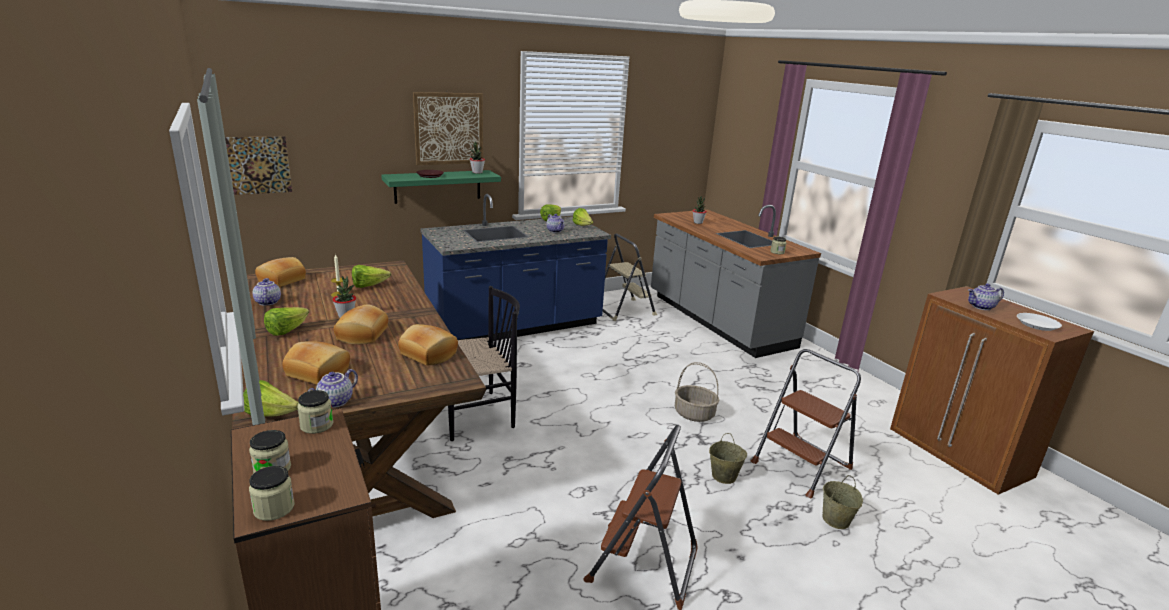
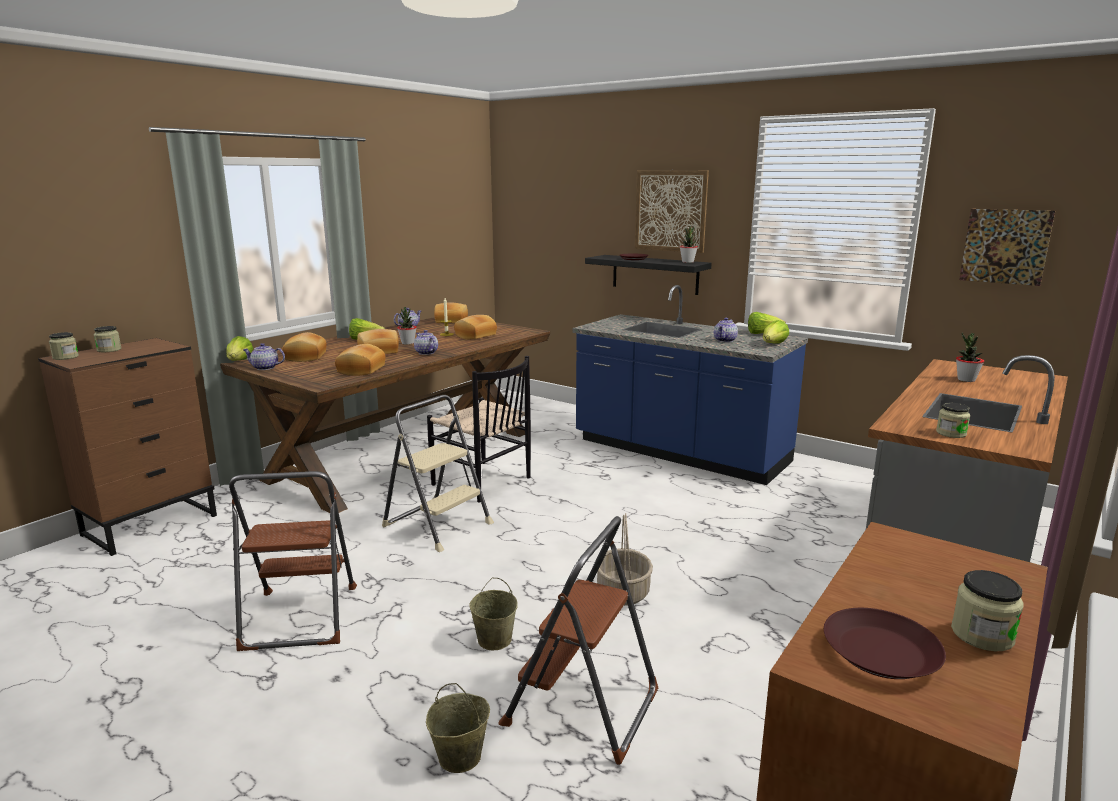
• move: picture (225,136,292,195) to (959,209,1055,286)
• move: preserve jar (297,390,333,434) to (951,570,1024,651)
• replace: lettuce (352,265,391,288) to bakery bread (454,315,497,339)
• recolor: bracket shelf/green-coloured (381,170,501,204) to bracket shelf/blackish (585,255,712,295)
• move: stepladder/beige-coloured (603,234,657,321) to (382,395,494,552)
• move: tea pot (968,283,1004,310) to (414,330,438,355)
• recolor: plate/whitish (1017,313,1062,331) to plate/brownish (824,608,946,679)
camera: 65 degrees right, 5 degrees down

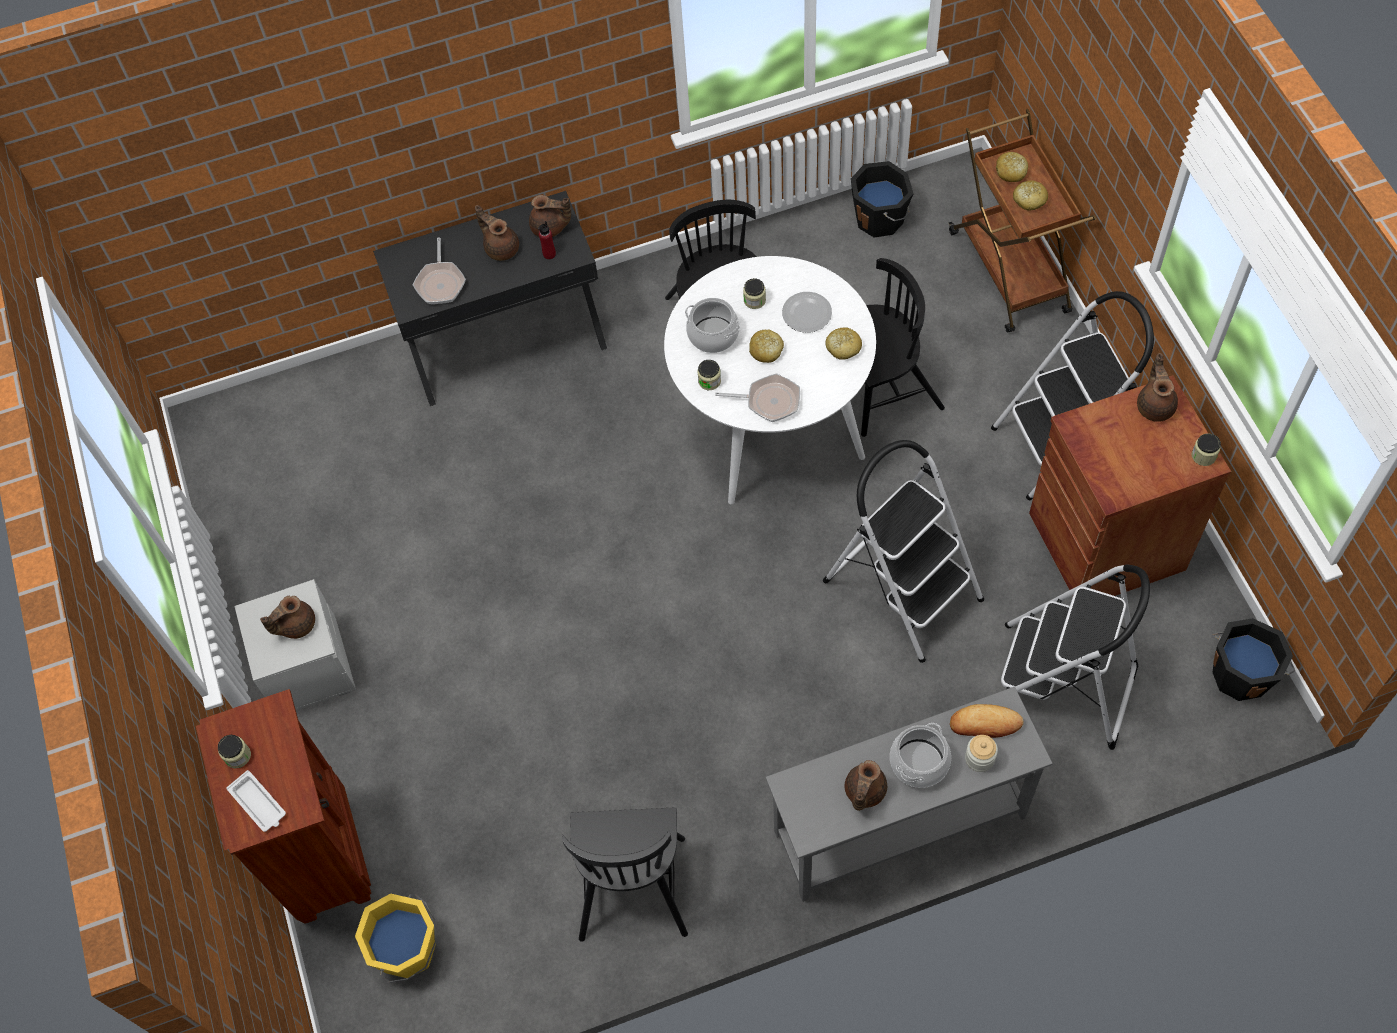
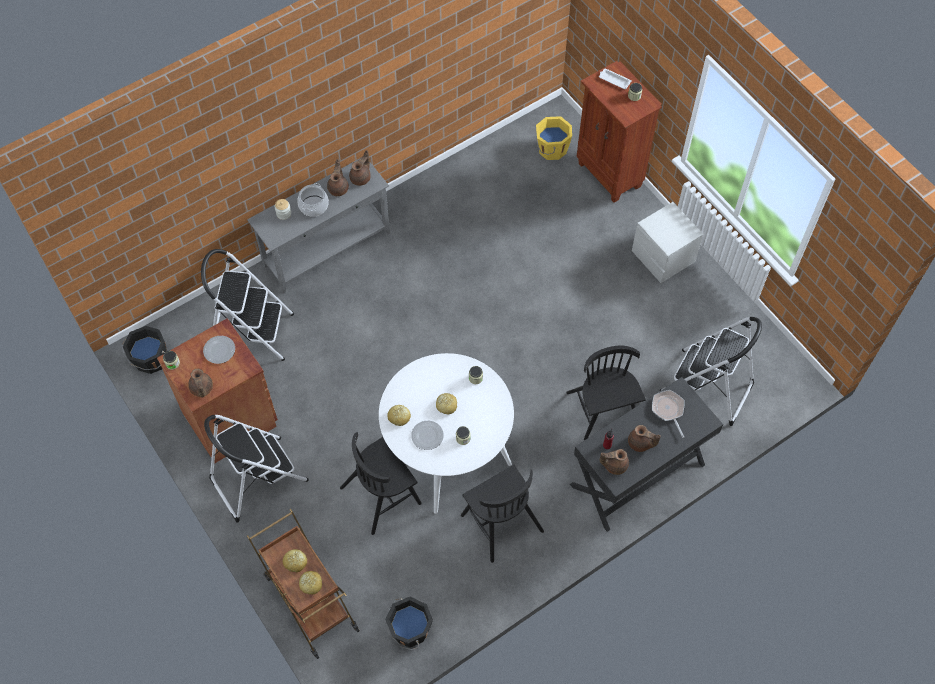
• move: tea pot/brownish (260,596,315,639) to (349,150,371,186)
• move: plain chair/blackish (562,807,688,942) to (566,346,646,440)
• delete: saucepot (685,298,740,353)
• delete: skillet (715,373,800,422)
• move: stepladder (823,440,984,663) to (660,317,762,426)
• delete: bakery bread (950,704,1024,738)
• insert: plate (203,336,235,364)
camera: 160 degrees right, 0 degrees up

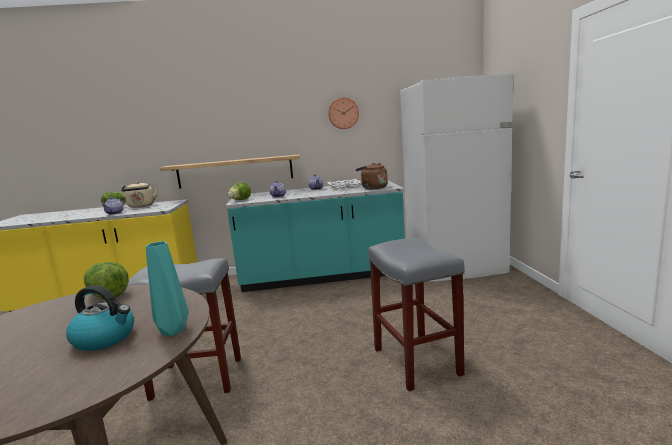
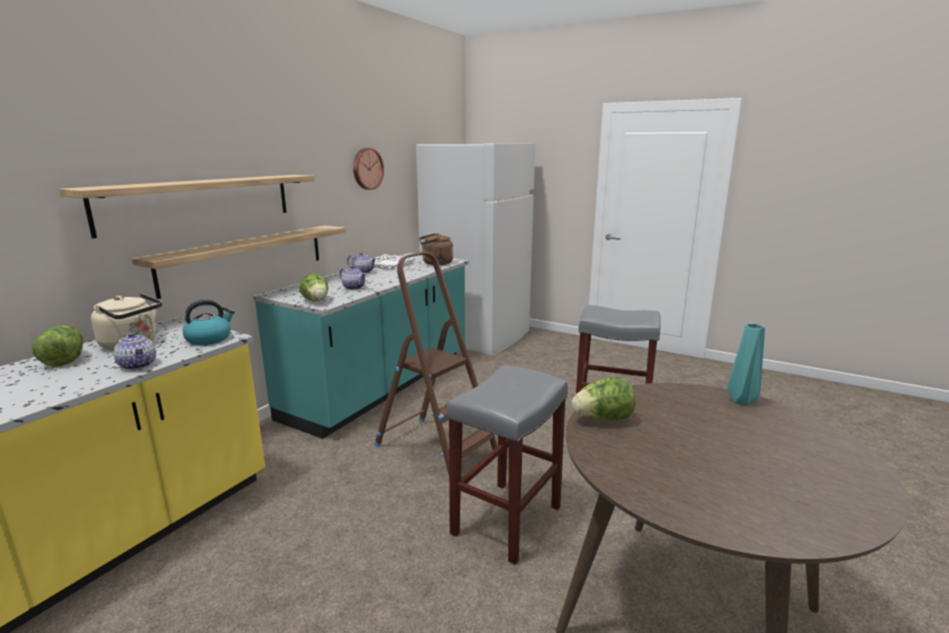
• move: tea kettle (66,285,134,351) to (183,300,235,345)
• insert: bracket shelf (59,175,315,239)
• insert: stepladder/brownish (374,252,498,474)
camera: 55 degrees left, 5 degrees up

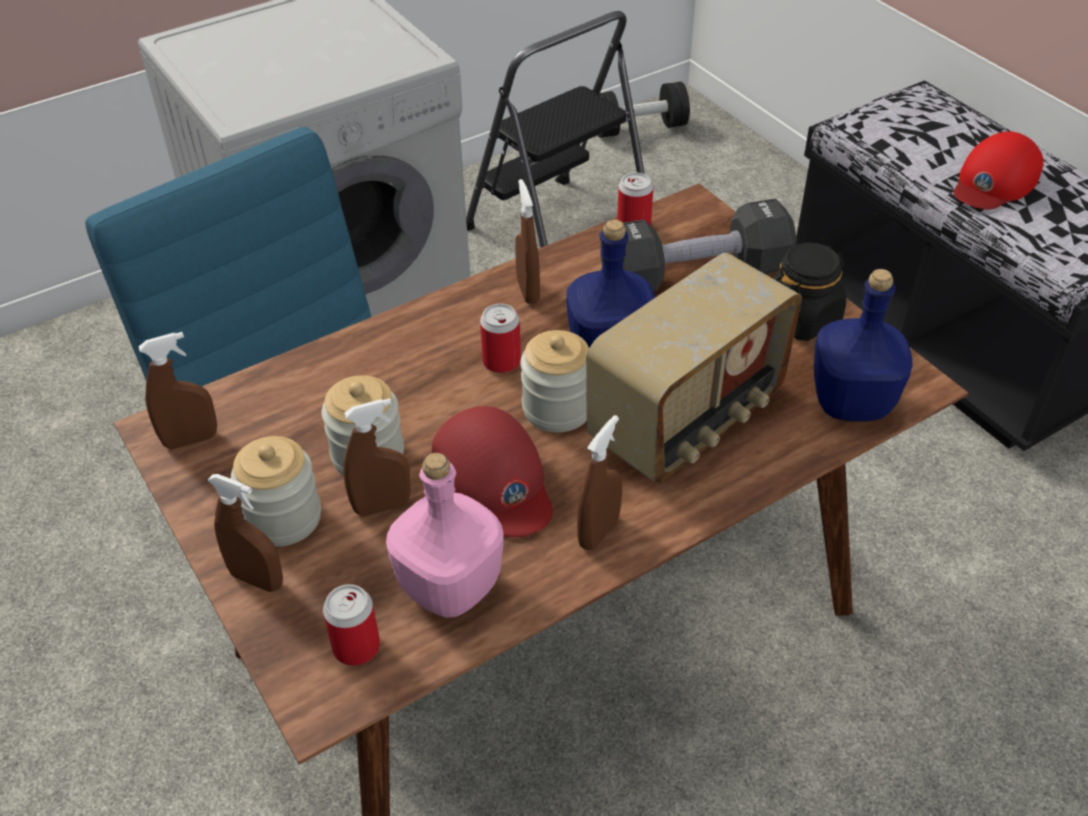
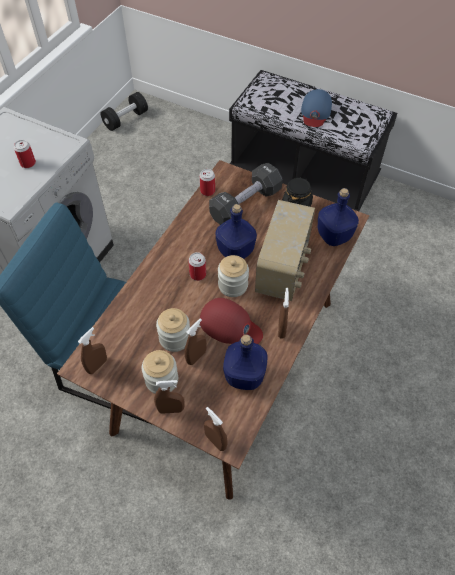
• move: metal can (323,584,380,666) to (14,140,36,168)
• recolor: drink bottle/pink-coloured (386,453,504,618) to drink bottle/bluish (223,334,268,390)
• delete: stepladder/blackish (466,11,645,248)
• move: sprayer/brownish (515,179,540,304) to (204,407,228,451)
• recolor: peaked cap/red-coloured (953,131,1043,210) to peaked cap/bluish (301,89,332,127)
camera: 30 degrees left, 10 degrees up

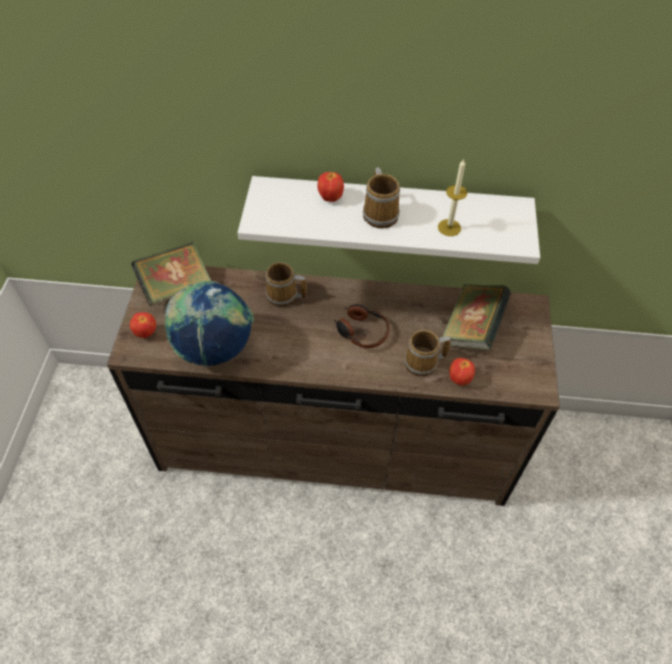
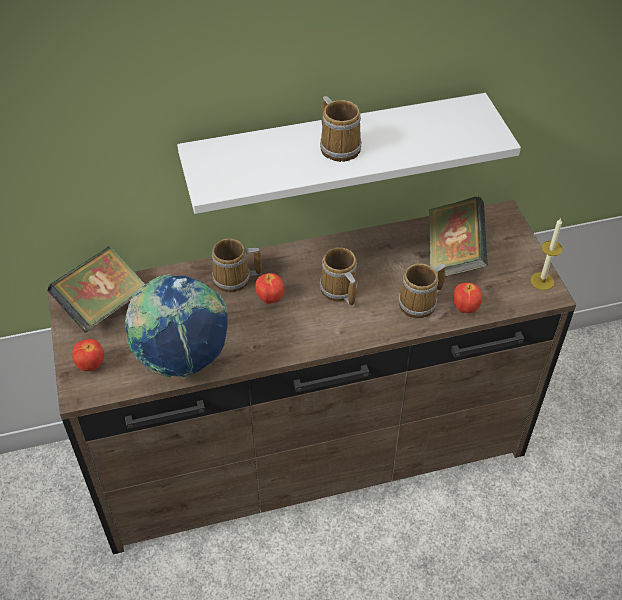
• move: apple (317,172,344,202) to (255,273,284,304)
• replace: headphones (334,304,390,348) to coffee mug (320,247,358,306)
• move: wax light (438,159,467,236) to (530,218,563,290)
camera: 20 degrees left, 5 degrees down

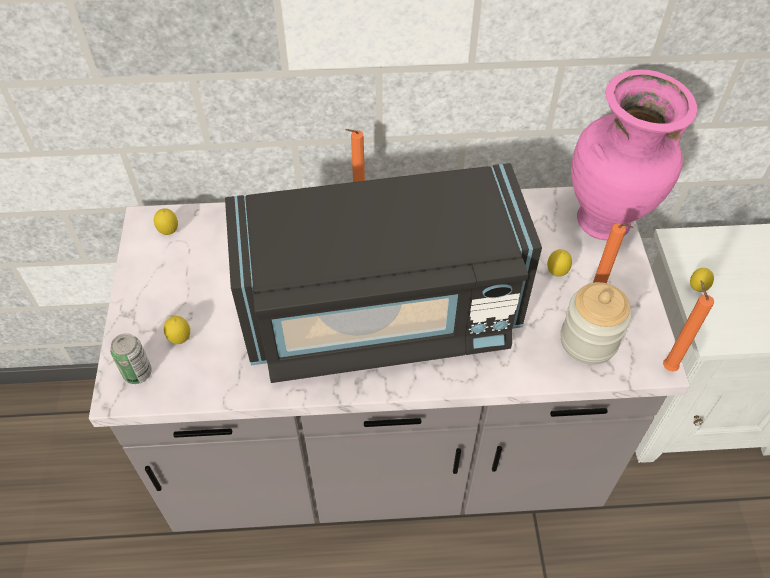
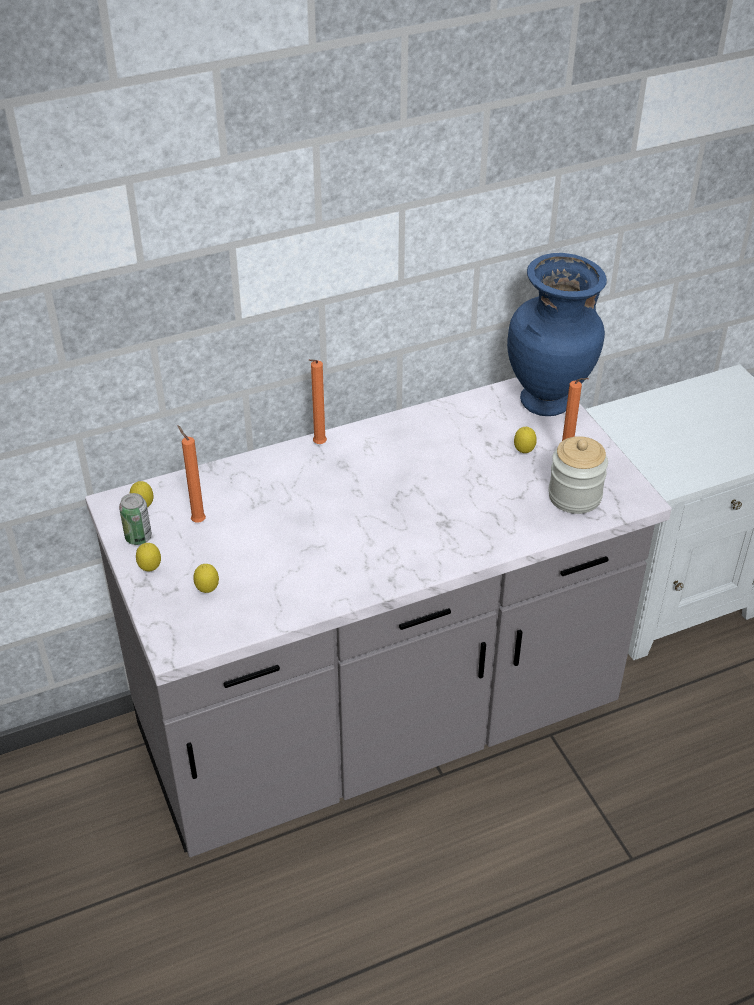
• move: metal can (110,333,152,384) to (119,493,152,545)
• delete: microwave oven/blackish (225,163,542,383)
• recolor: vase/pink-coloured (571,70,697,240) to vase/bluish (507,253,607,416)
• move: wax light/orange-coloured (663,281,714,372) to (178,425,206,523)
• move: lemon (690,268,714,292) to (136,543,161,571)
camera: 20 degrees left, 10 degrees down

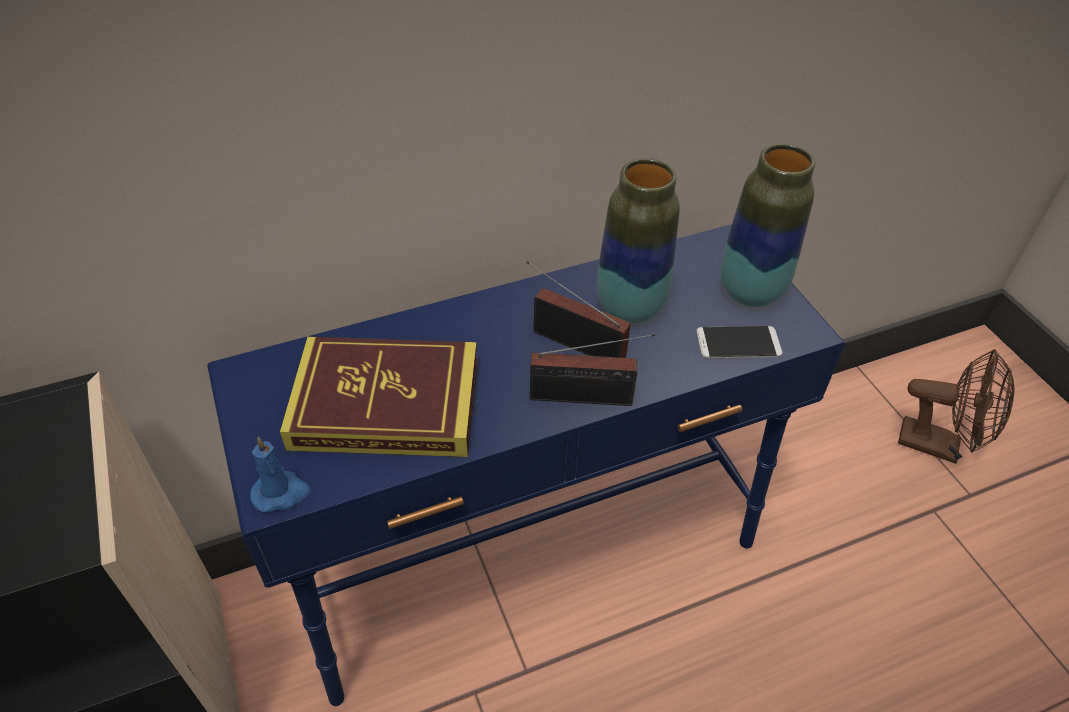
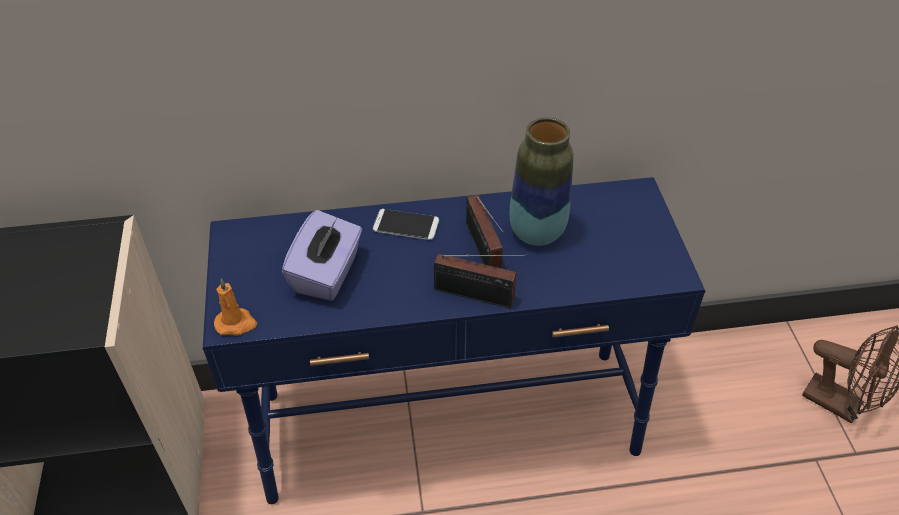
• recolor: wax light/bluish (250,436,311,513) to wax light/orange-coloured (214,278,257,336)
• replace: volume (280,337,477,457) to box of tissues/purplish (282,210,362,301)
• rotate: radio receiver (526,261,630,358) = (466,195,504,268) 150 degrees counterclockwise
• move: phone (696,326,783,359) to (373,209,439,240)
• delete: vase (720,144,815,307)
camera: 15 degrees right, 0 degrees up

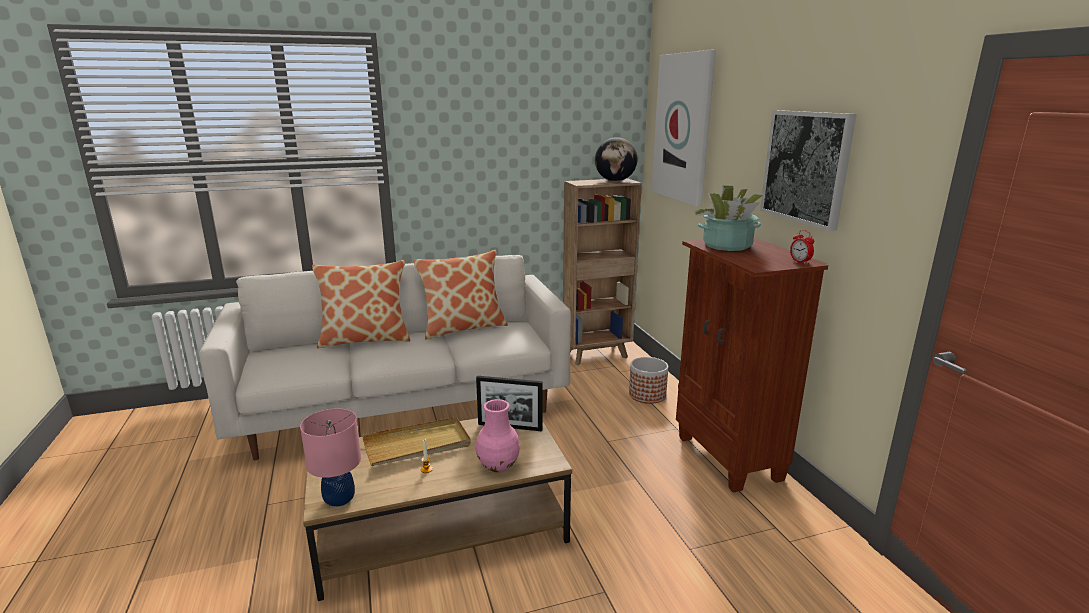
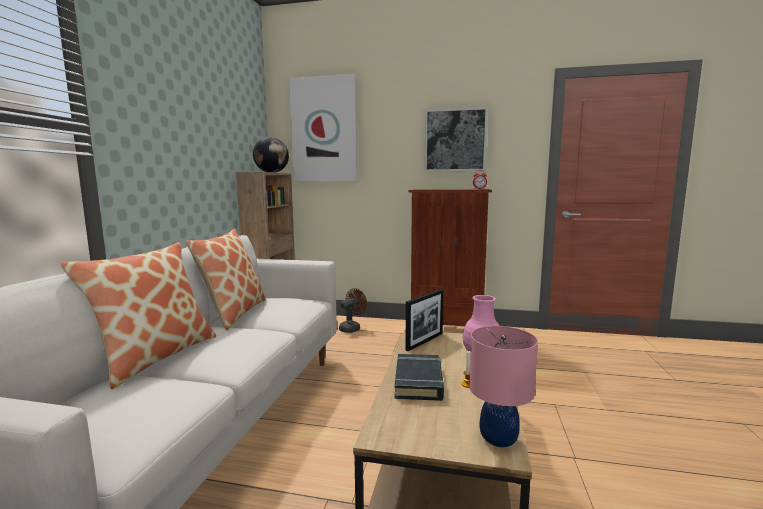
• replace: tray/beige-coloured (362,417,471,466) to volume/blackish (395,354,444,401)
• replace: plant pot (629,357,668,404) to electric fan/brownish (339,288,367,333)
• delete: potted plant (694,185,763,251)
camera: 60 degrees left, 10 degrees down

